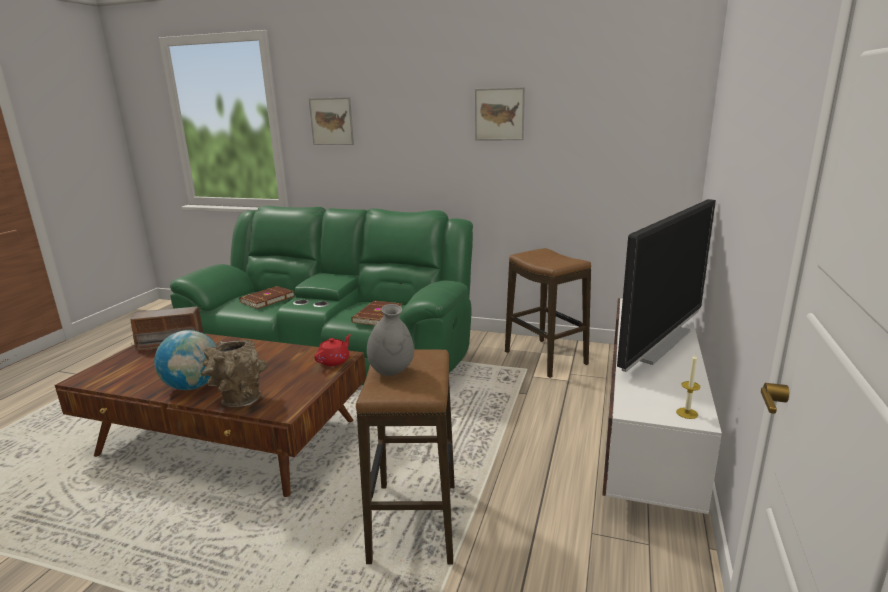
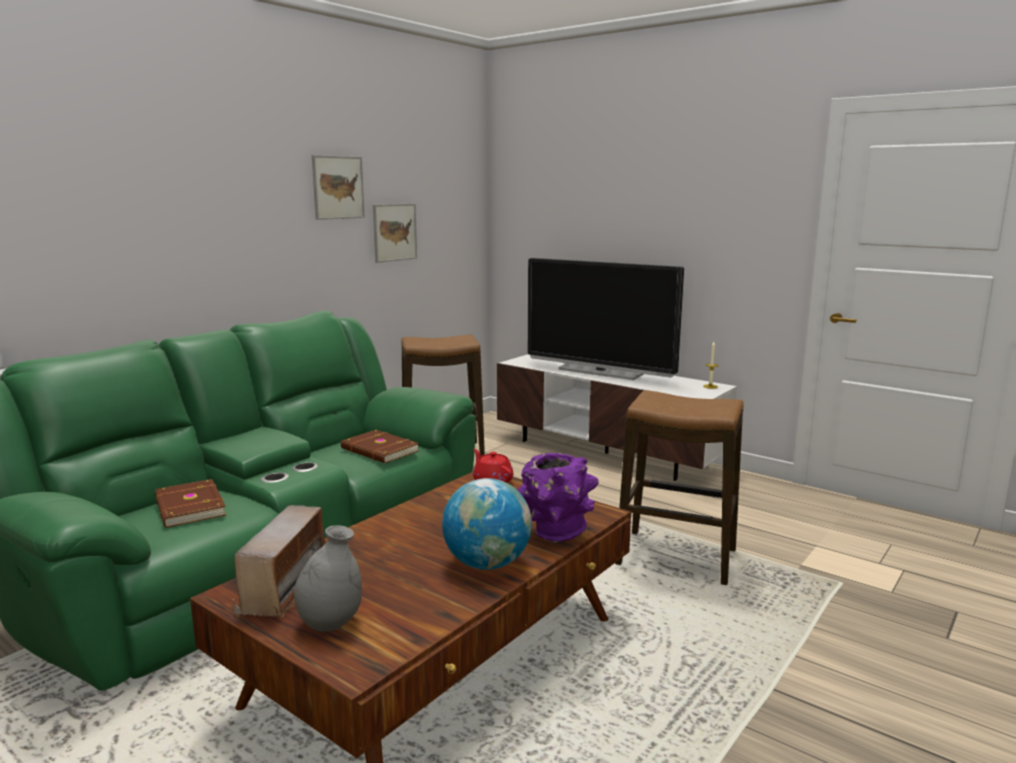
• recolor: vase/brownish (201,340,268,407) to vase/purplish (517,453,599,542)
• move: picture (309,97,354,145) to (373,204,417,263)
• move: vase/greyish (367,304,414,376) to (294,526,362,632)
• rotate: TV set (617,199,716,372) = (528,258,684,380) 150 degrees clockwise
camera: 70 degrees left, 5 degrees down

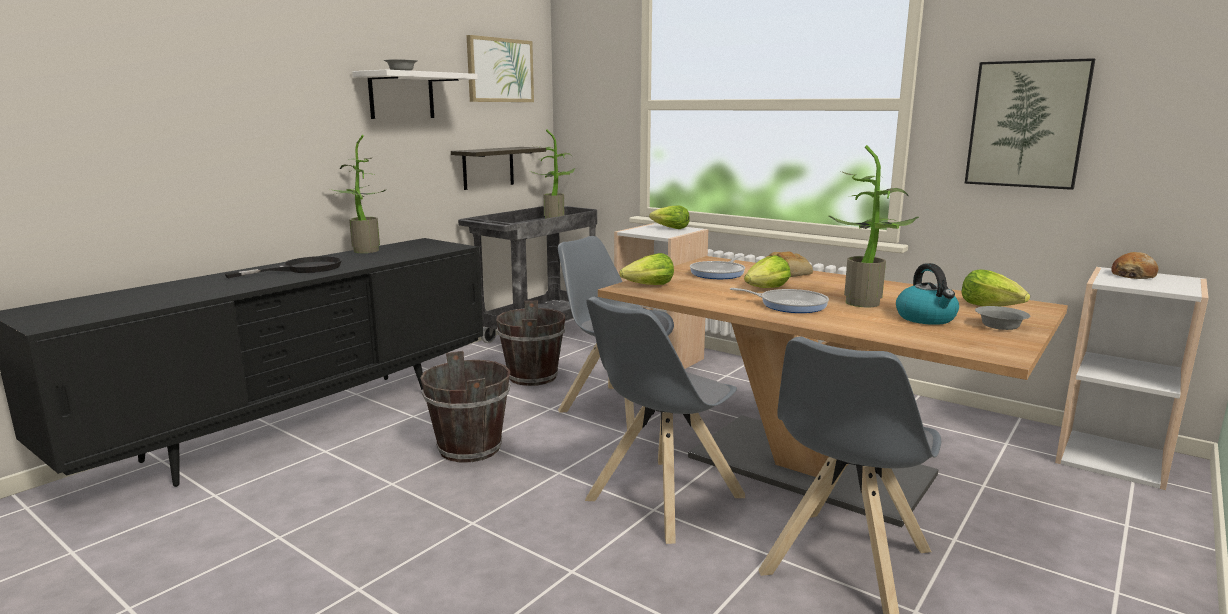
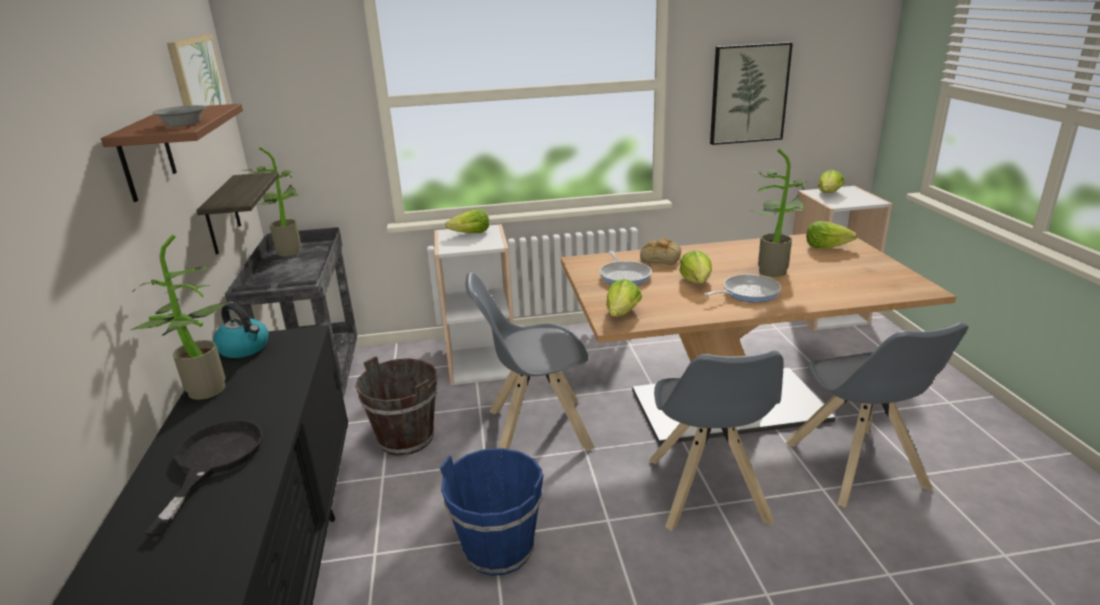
• recolor: bracket shelf/whitish (352,70,478,119) to bracket shelf/brownish (101,104,243,202)
• recolor: pail/brownish (420,351,511,463) to pail/bluish (440,448,544,576)
• move: tea kettle (896,263,959,325) to (213,303,269,358)
• delete: serving bowl/greyish (975,306,1030,330)
• replace: bakery bread (1111,252,1159,279) to lettuce (818,170,845,193)
camera: 45 degrees left, 10 degrees up

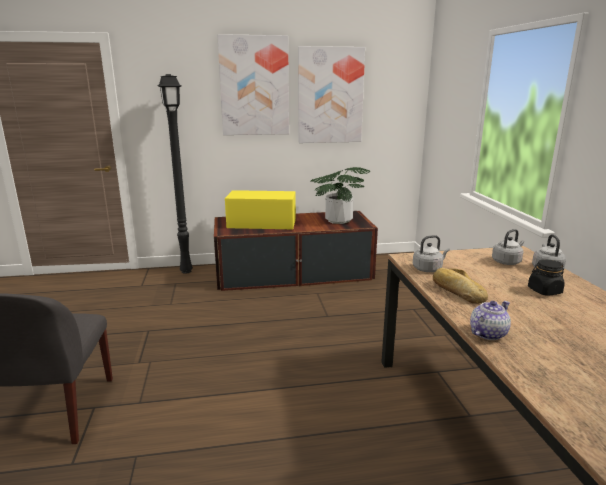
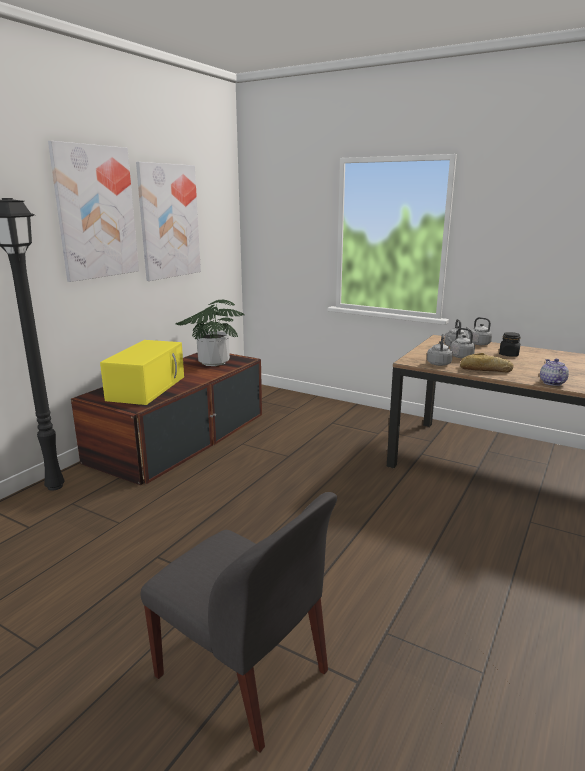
• rotate: microwave oven/yellow-coloured (225,190,296,229) = (100,340,184,405) 150 degrees clockwise
• insert: tea kettle/greyish (448,328,475,358)
camera: 50 degrees left, 0 degrees up

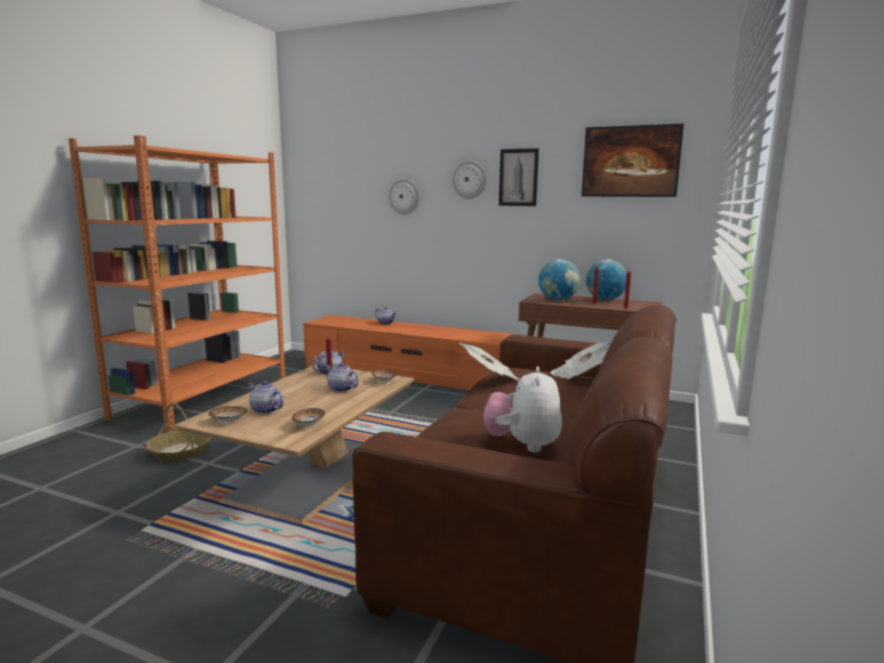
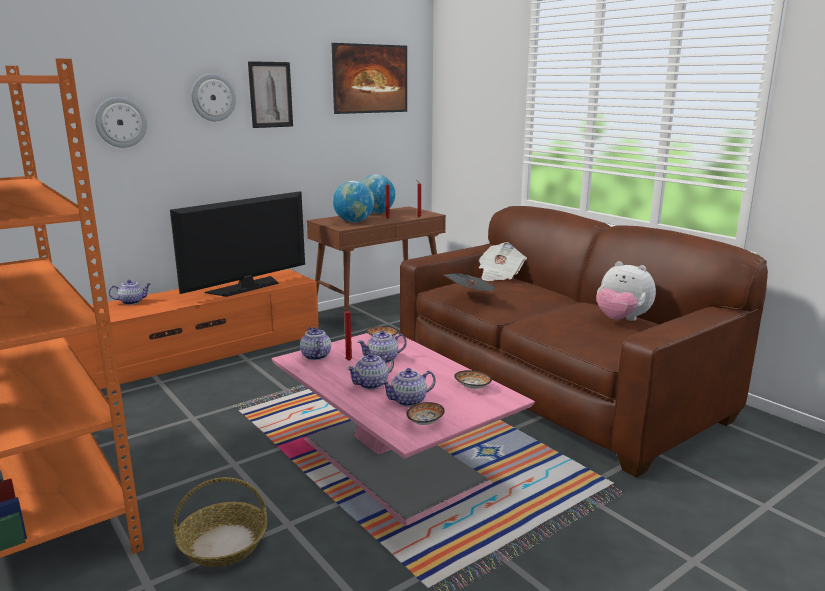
• recolor: low table/brownish (174,364,414,524) to low table/pink-coloured (272,333,535,526)
• insert: TV set (170,191,305,297)
• insert: tea pot (347,353,394,390)
camera: 60 degrees left, 5 degrees up

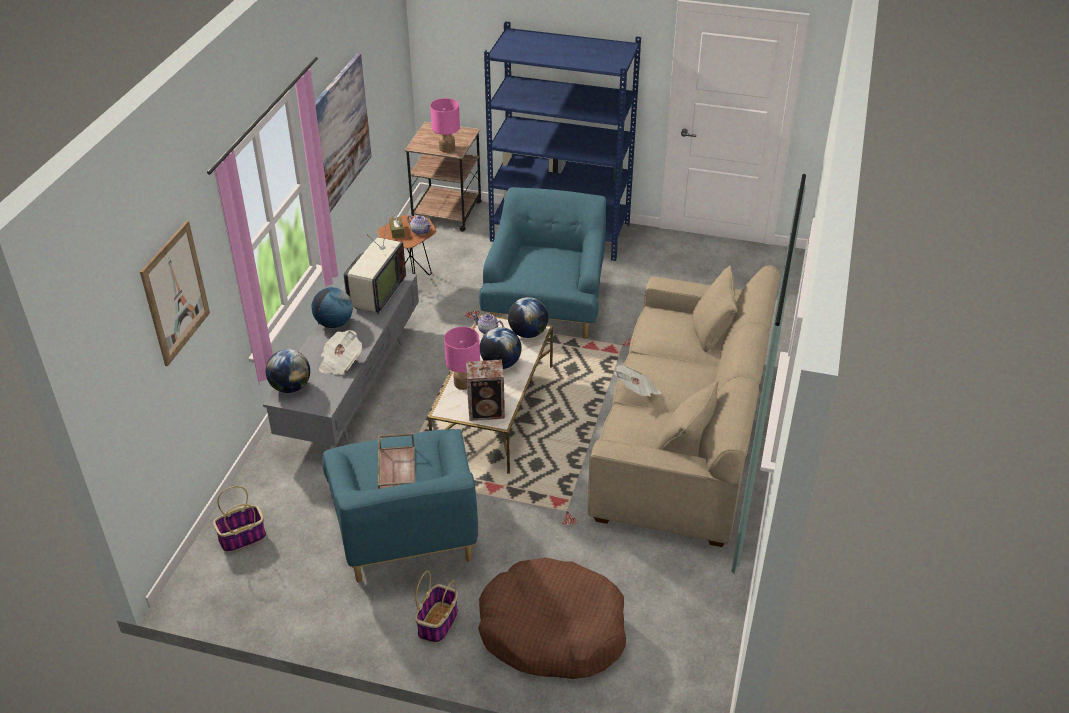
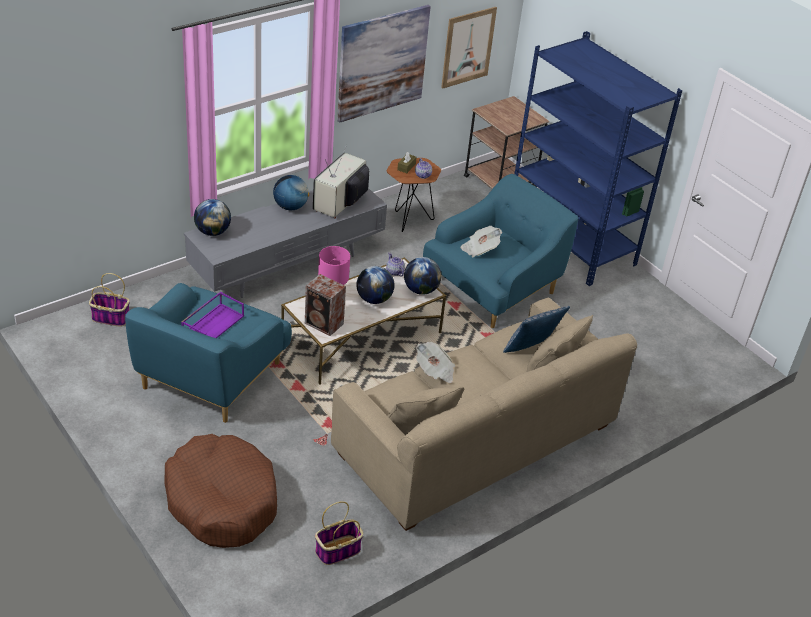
• move: picture (140,220,210,366) to (441,7,497,89)
• move: printed paper (319,330,362,375) to (461,226,502,257)
• rotate: TV set (344,211,406,314) = (313,145,369,219) 150 degrees clockwise
• recolor: tray/brownish (378,433,416,489) to tray/purplish (181,292,244,338)
• move: storage basket (415,571,458,643) to (315,501,363,565)
• delete: lamp for a table/pink-coloured (430,98,460,153)
• insert: pillow (503,306,570,353)
camera: 35 degrees right, 0 degrees up

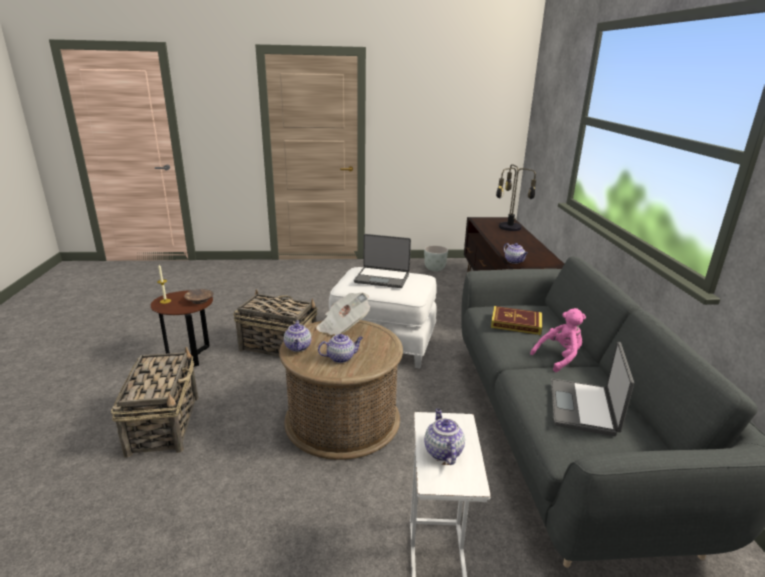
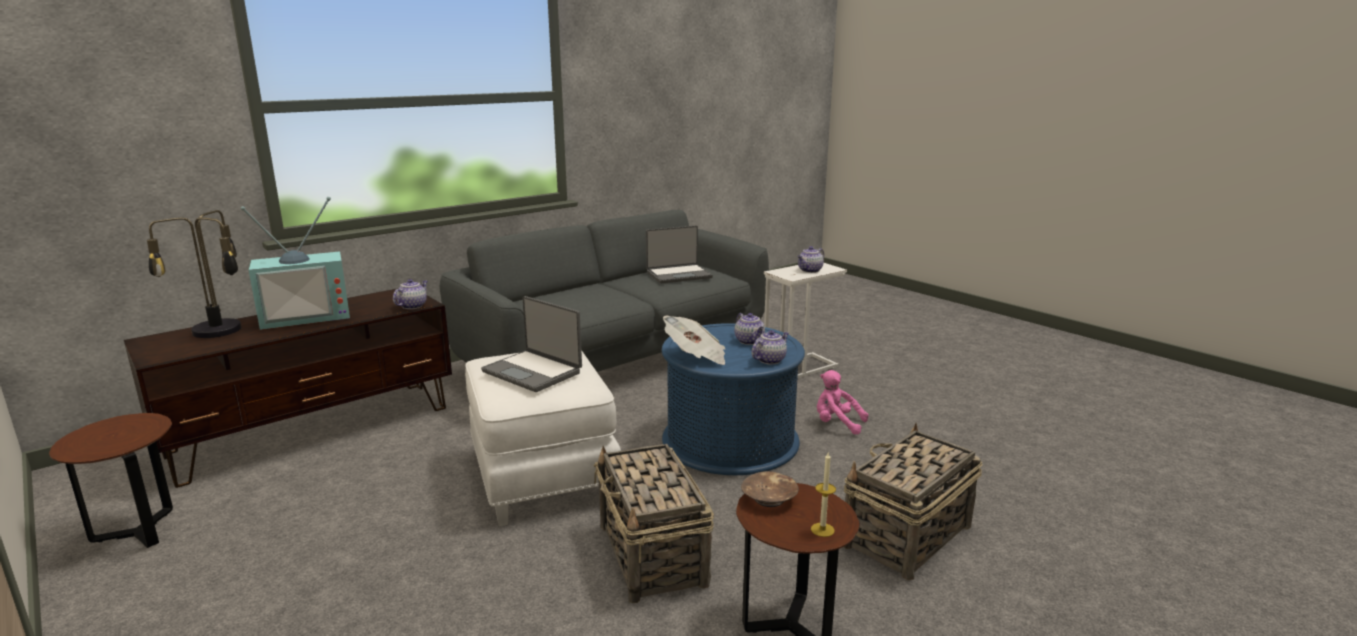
• recolor: low table/brownish (279,320,403,460) to low table/bluish (662,323,805,475)
• rotate: tea pot (318,334,363,363) = (734,313,765,345) 150 degrees counterclockwise
• rotate: notebook computer (354,234,411,288) = (481,296,582,392) 150 degrees clockwise
• replace: plant pot/greyish (424,245,448,271) to end table/brownish (49,413,173,548)
• delete: volume (491,306,542,335)
• move: plush toy/pink-coloured (530,308,586,372) to (817,370,868,434)
• insert: TV set (241,197,350,330)
camera: 125 degrees left, 5 degrees down

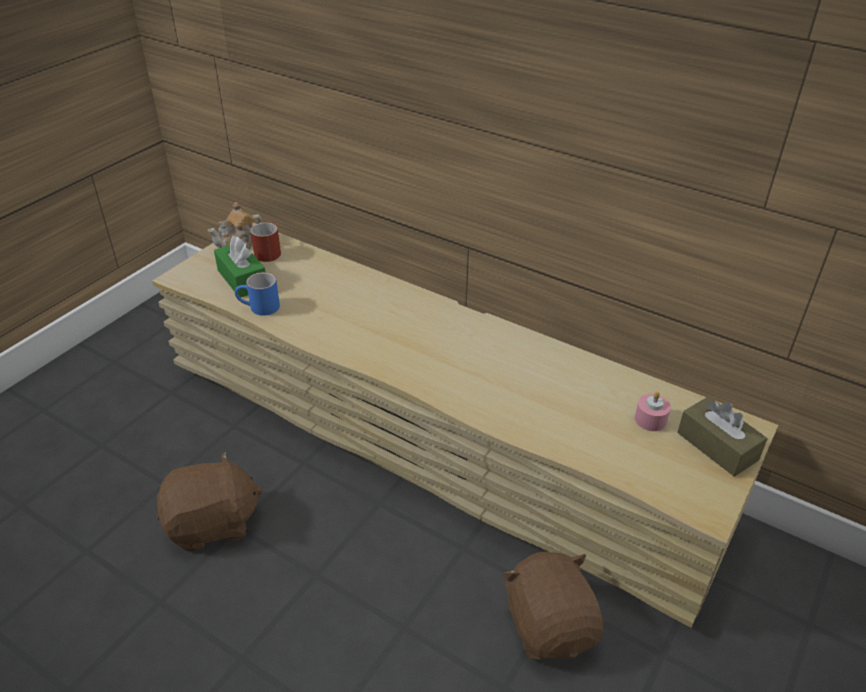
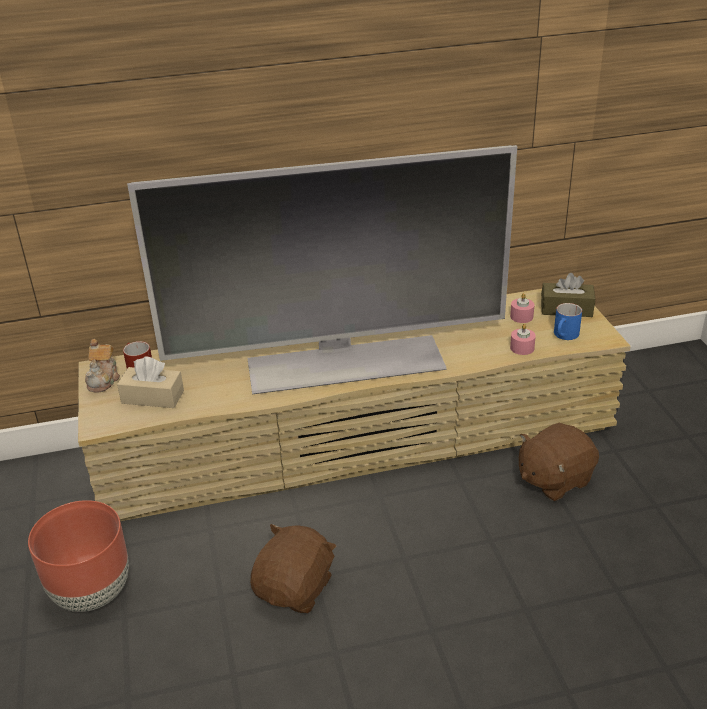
• recolor: box of tissues/green-coloured (214,236,265,298) to box of tissues/beige-coloured (117,357,184,408)
• move: coffee mug/bluish (235,272,280,316) to (554,303,582,340)
• rotate: plush toy/brownish (503,552,603,660) = (519,423,599,501) 60 degrees counterclockwise
• insert: plant pot/brownish (28,500,129,612)
• insert: TV set (127,145,517,394)
• insert: wax light/pink-coloured (510,324,536,355)
camera: 45 degrees left, 5 degrees down

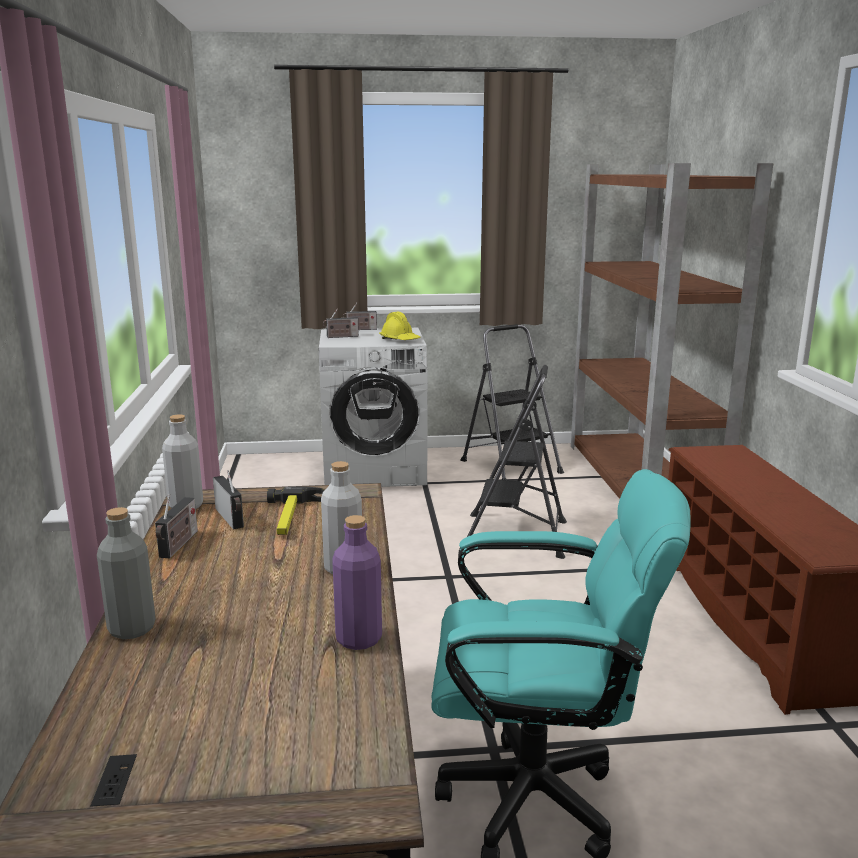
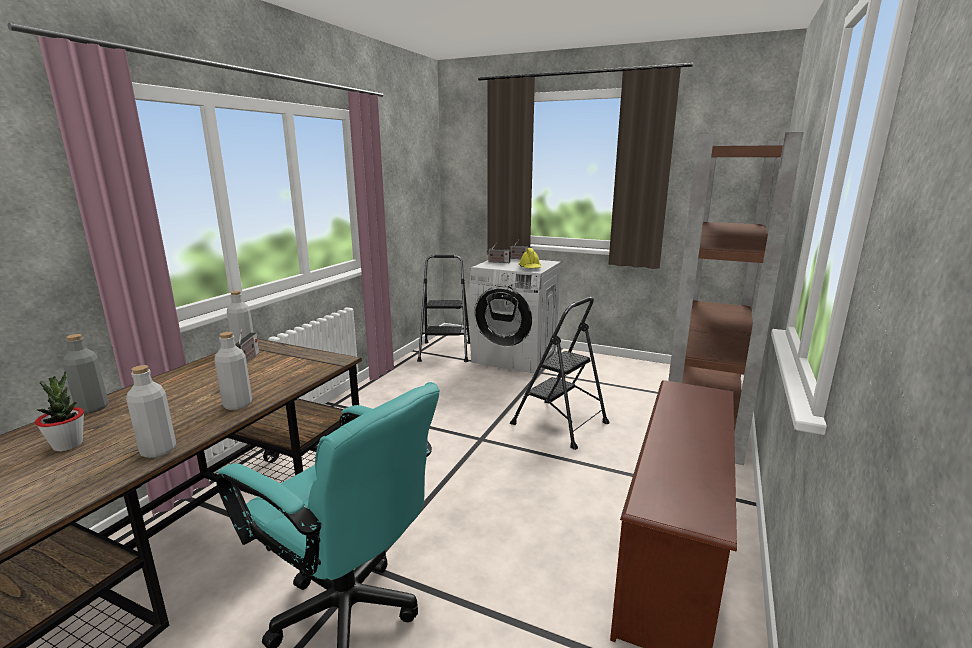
• delete: radio receiver (155,494,198,558)
• delete: tool hammer (267,486,324,535)
• recolor: drink bottle/purplish (332,515,382,650) to drink bottle/greyish (126,365,176,458)
• move: stepladder/blackish (460,324,564,480) to (417,255,470,362)
• insert: potted plant (35,371,84,451)
camera: 30 degrees right, 0 degrees up

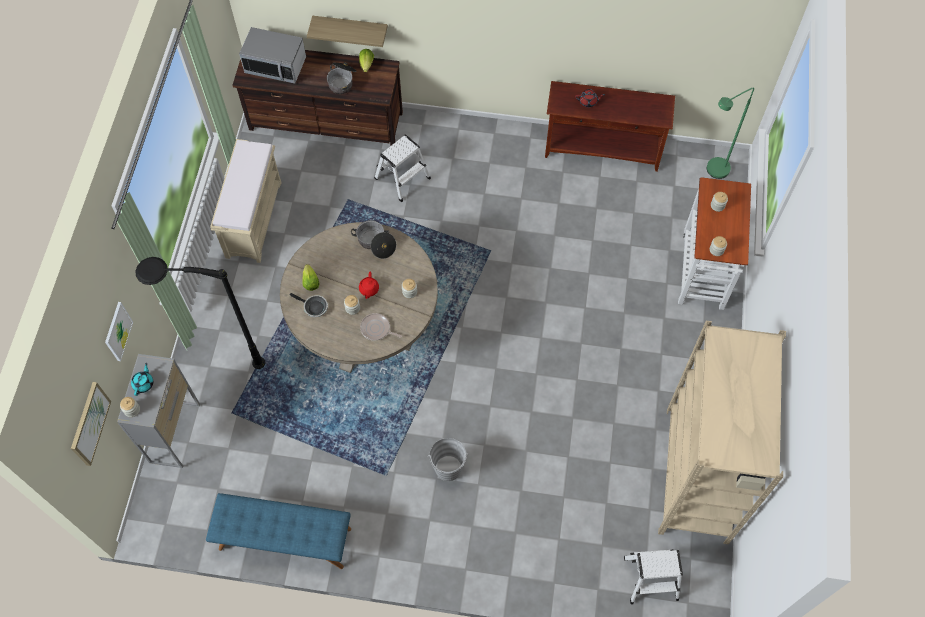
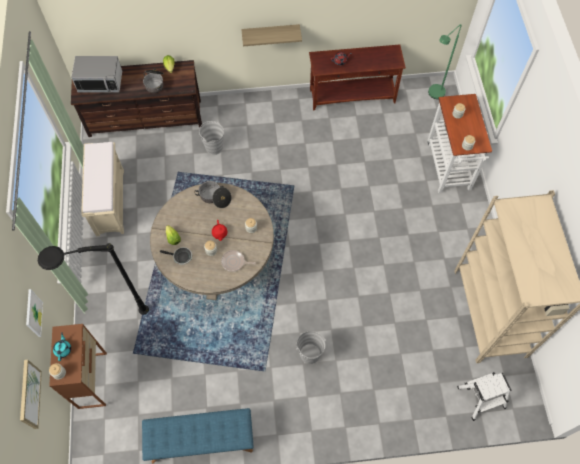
• recolor: storage cabinet/greyish (117,354,200,468) to storage cabinet/brownish (49,324,107,409)
• move: bracket shelf (307,16,388,47) to (241,24,302,46)
• replace: stepladder/whitish (374,134,431,202) to pail/greyish (199,121,224,155)
camera: 15 degrees left, 0 degrees up

